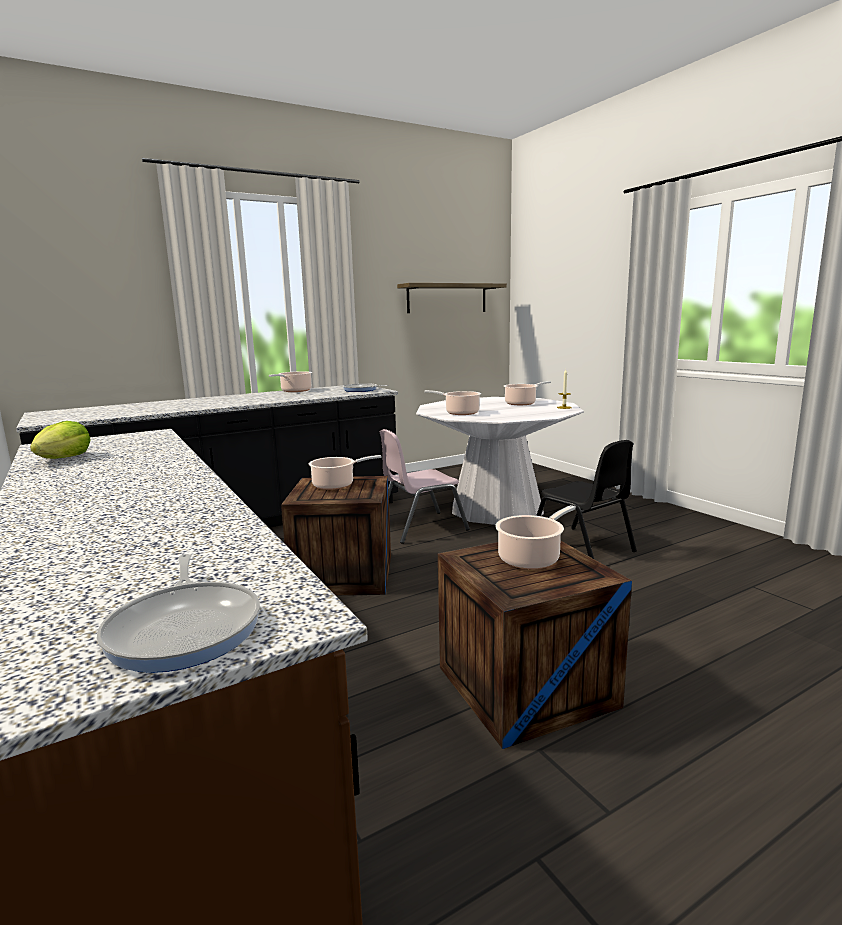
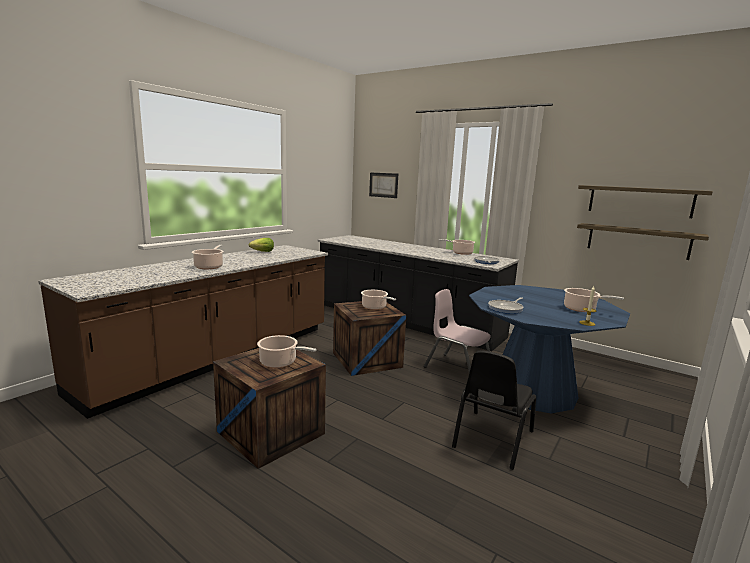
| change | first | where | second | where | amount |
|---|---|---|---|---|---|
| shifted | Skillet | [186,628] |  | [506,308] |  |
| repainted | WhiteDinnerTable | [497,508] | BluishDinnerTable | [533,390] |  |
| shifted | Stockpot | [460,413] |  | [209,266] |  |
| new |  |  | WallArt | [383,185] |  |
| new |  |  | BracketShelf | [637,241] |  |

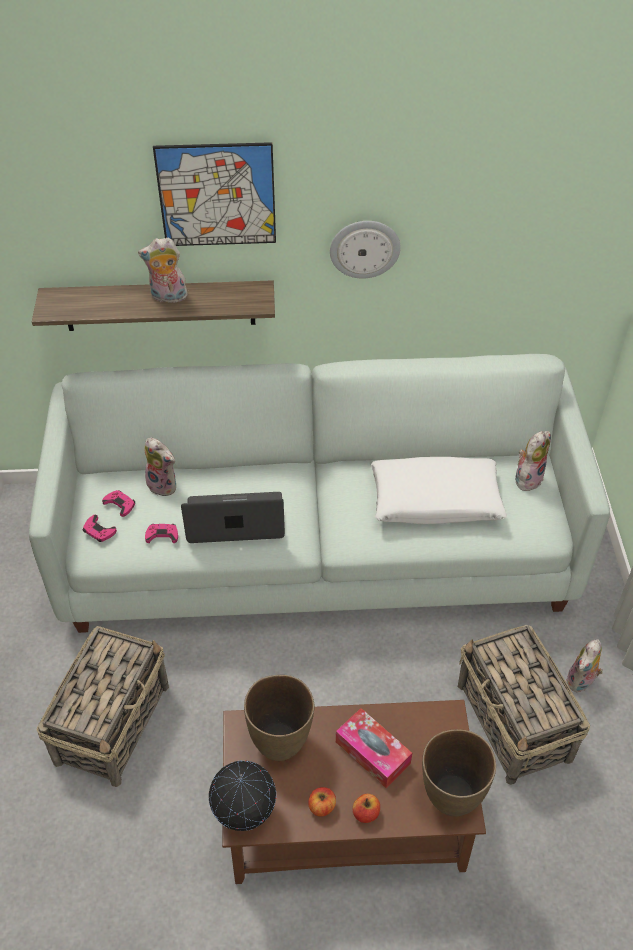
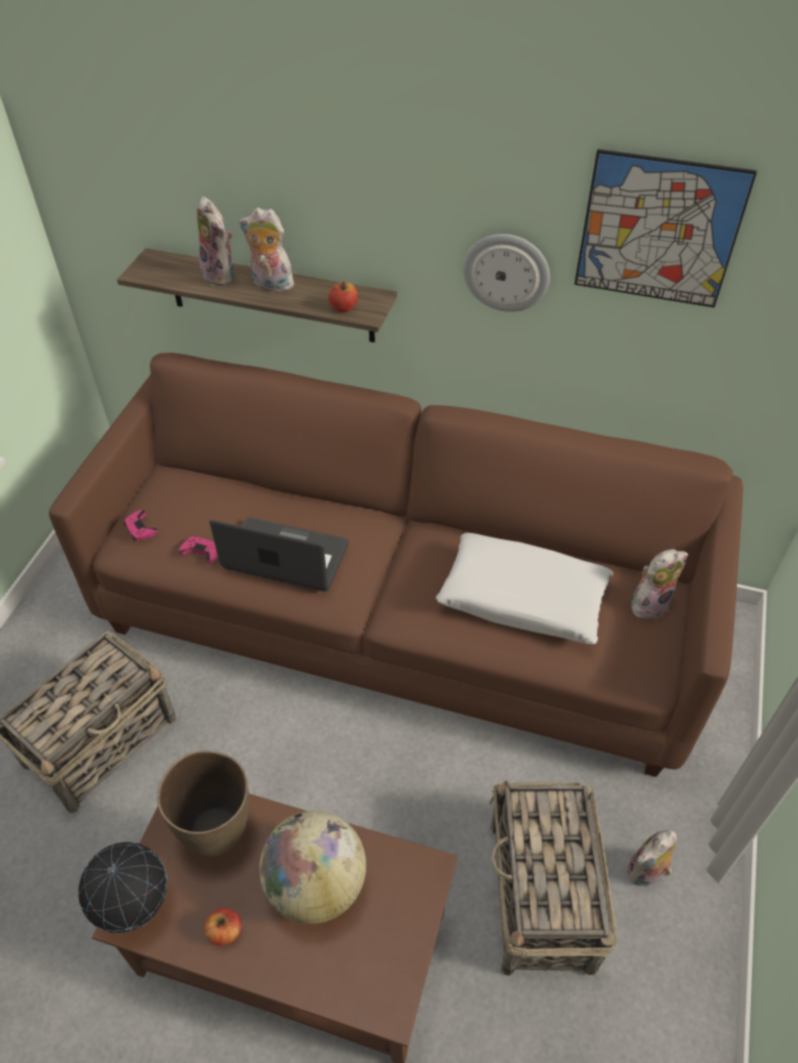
| change | first | where | second | where | amount |
|---|---|---|---|---|---|
| repainted | WhiteCouch | [317,548] | BrownishCouch | [400,616] |  |
| gone | PinkishGameController | [120,504] |  |  |  |
| shifted | SoftToy | [164,485] |  | [222,275] |  |
| shifted | WallArt | [217,195] |  | [658,230] |  |
| swapped | BoxOfTissues | [372,752] | Globe | [316,884] |  |
| shifted | AppleFruit | [366,813] |  | [343,307] |  |
| gone | BrownishFlowerVase | [451,798] |  |  |  |

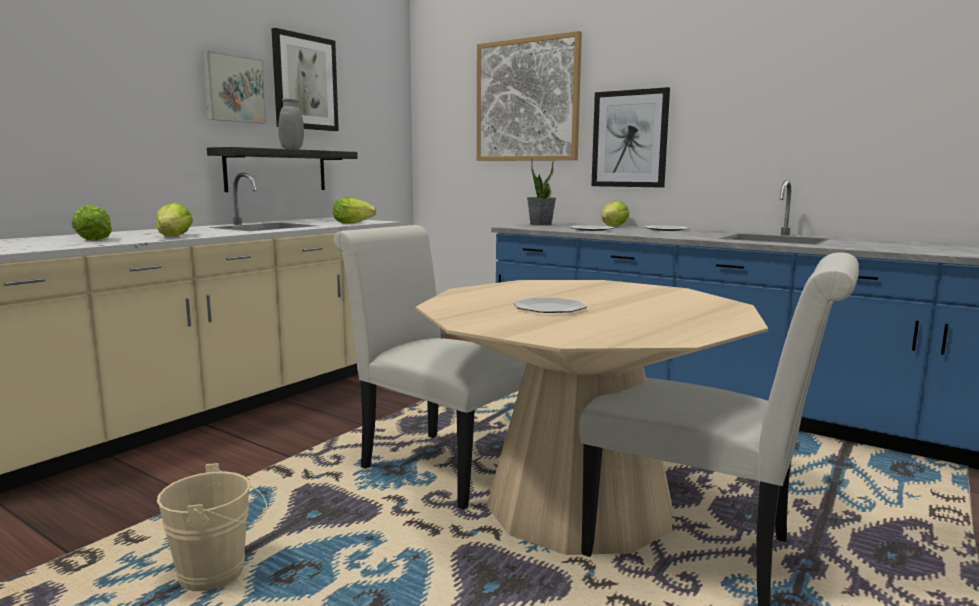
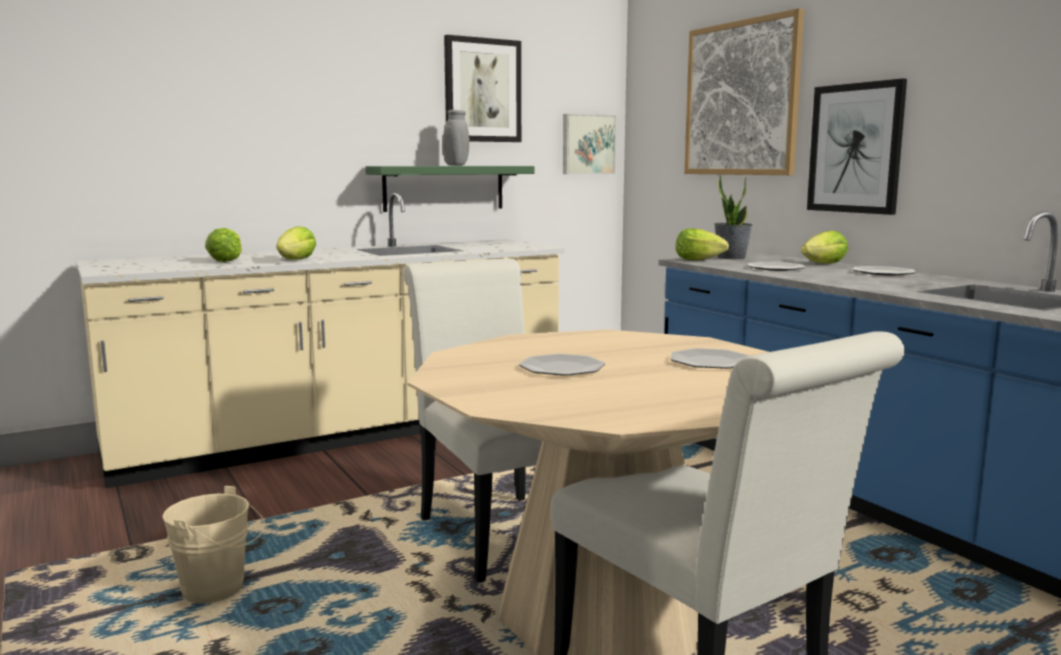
| change | first | where | second | where | amount |
|---|---|---|---|---|---|
| shifted | WallArt | [233,89] |  | [587,144] |  |
| repainted | BlackColouredBracketShelf | [276,170] | GreenishBracketShelf | [444,188] |  |
| shifted | HeadOfLettuce | [352,223] |  | [698,260] |  |
| new |  |  | Plate | [710,361] |  |

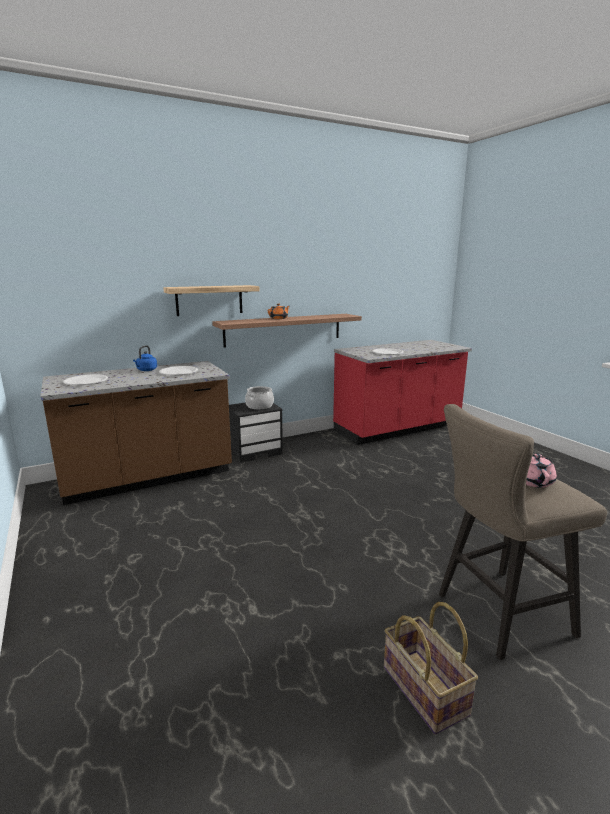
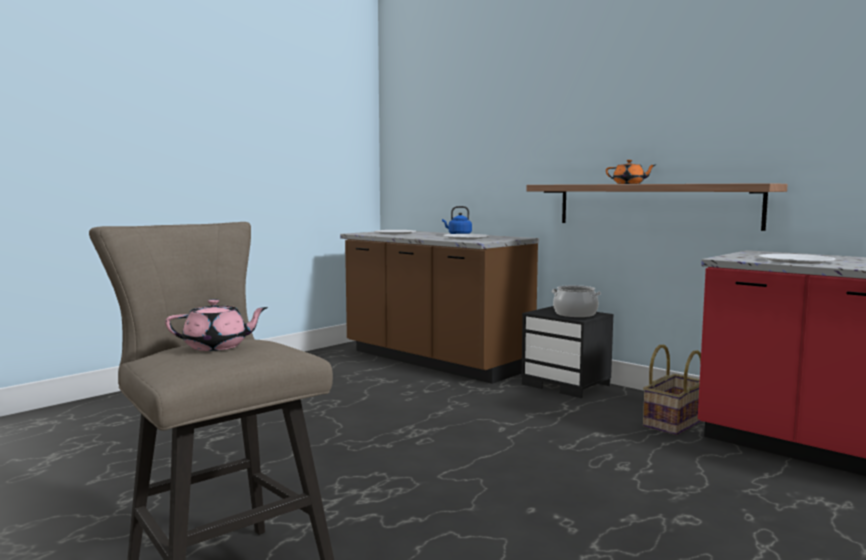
| change | first | where | second | where | amount |
|---|---|---|---|---|---|
| gone | BracketShelf | [209,300] |  |  |  |
| shifted | StorageBasket | [423,690] |  | [673,422] |  |

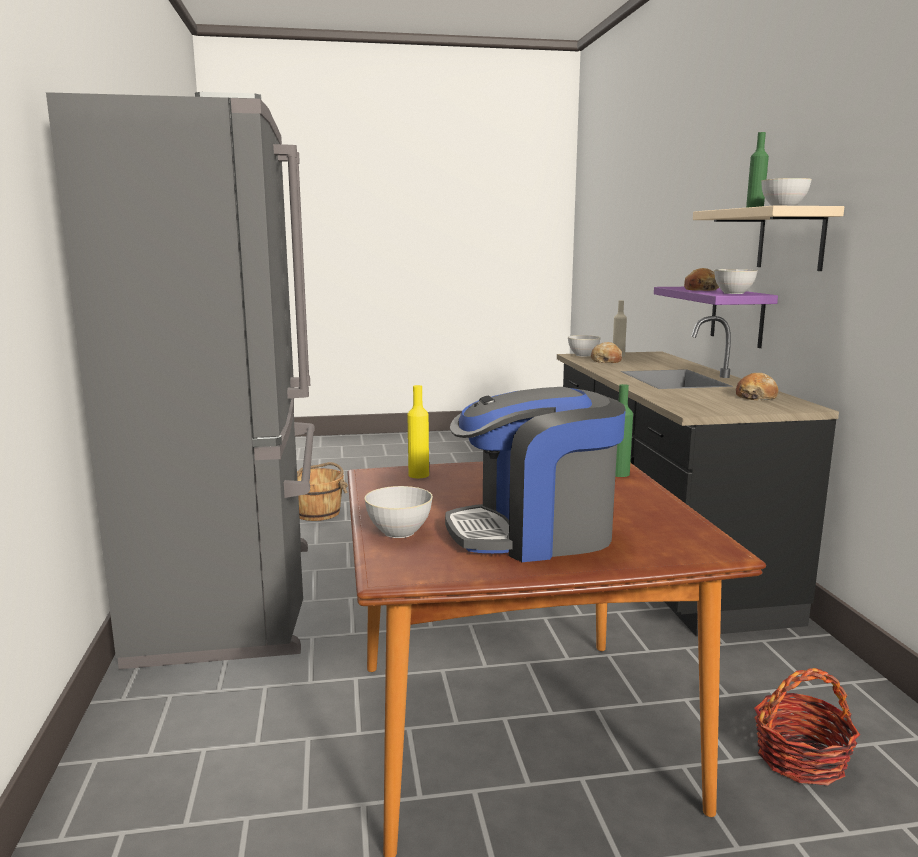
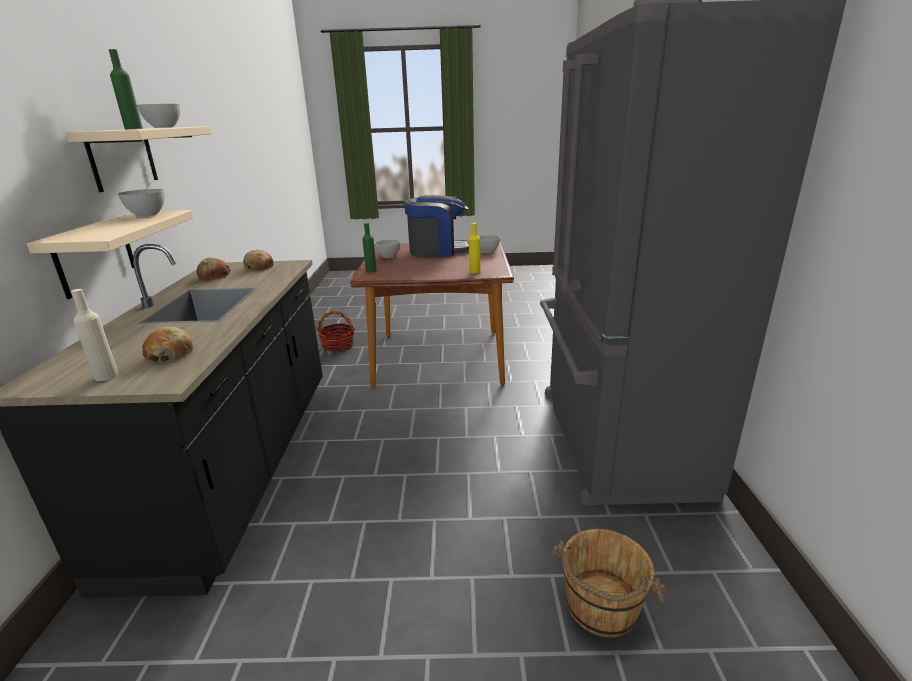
| change | first | where | second | where | amount |
|---|---|---|---|---|---|
| shifted | GrayBowl | [583,355] |  | [388,256] |  |
| repainted | PurpleBracketShelf | [737,316] | BeigeColouredBracketShelf | [95,254] |  |
| shifted | BakedBread | [701,289] |  | [259,267] |  |

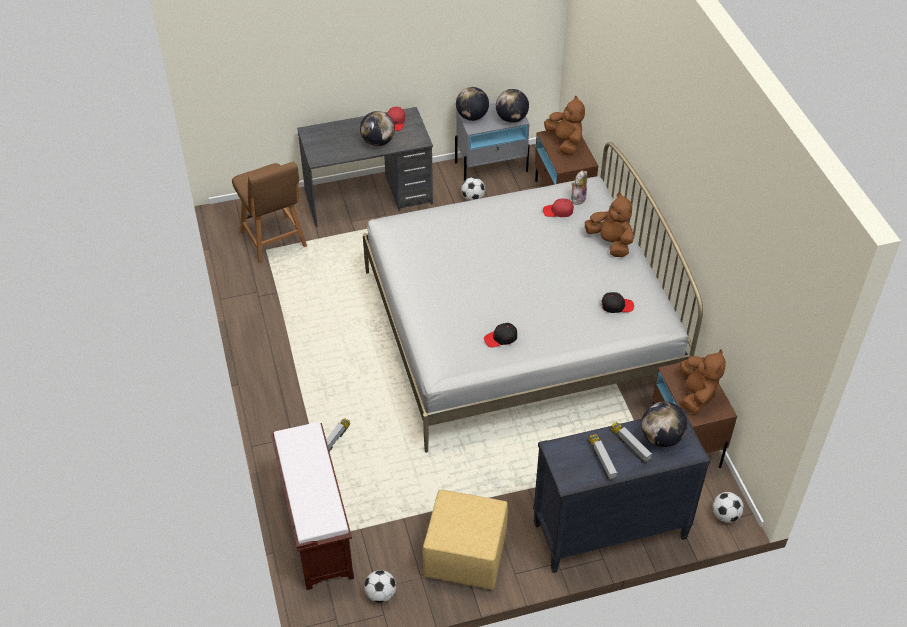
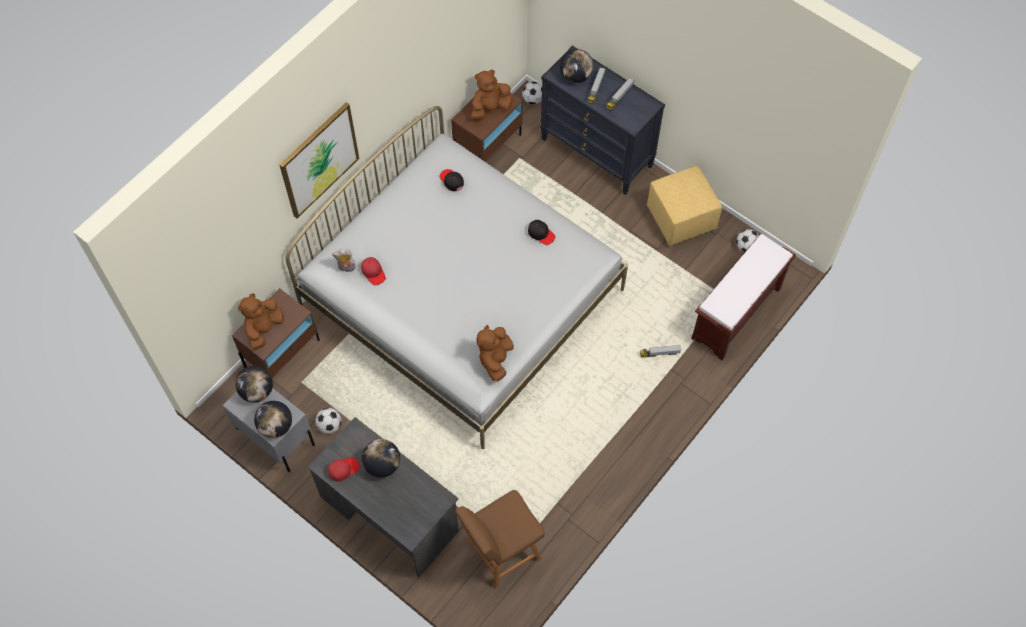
| change | first | where | second | where | amount |
|---|---|---|---|---|---|
| rotated | BrownishChair | [274,241] |  | [501,552] | 150 degrees counterclockwise |
| shifted | BrownishSoftToy | [610,243] |  | [495,359] |  |
| new |  |  | WallArt | [319,160] |  |

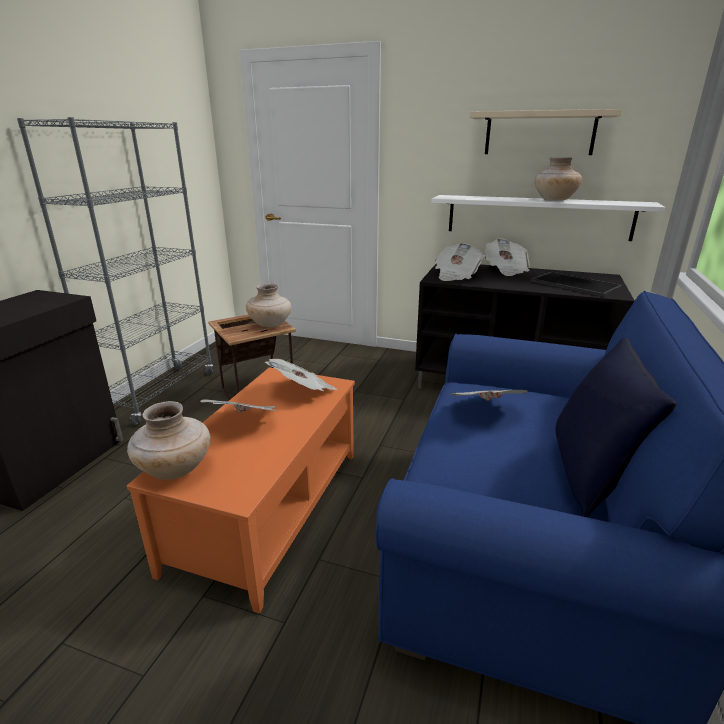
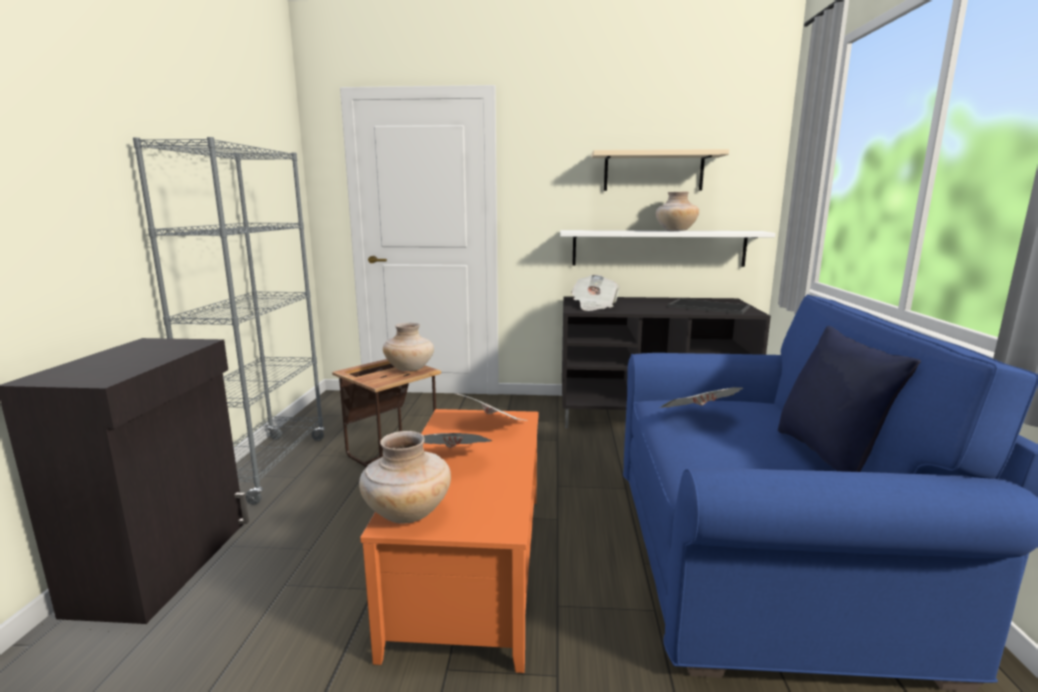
| change | first | where | second | where | amount |
|---|---|---|---|---|---|
| gone | DailyPaper | [505,270] |  |  |  |

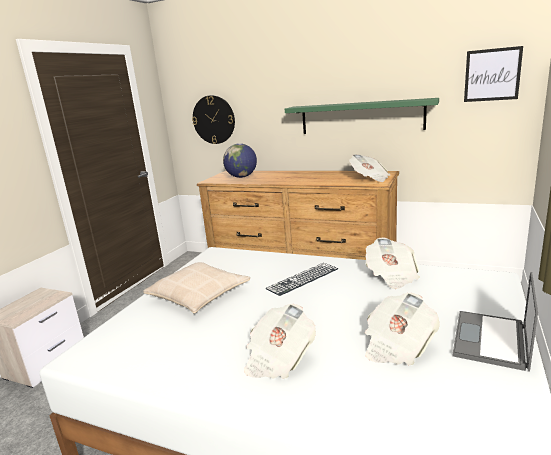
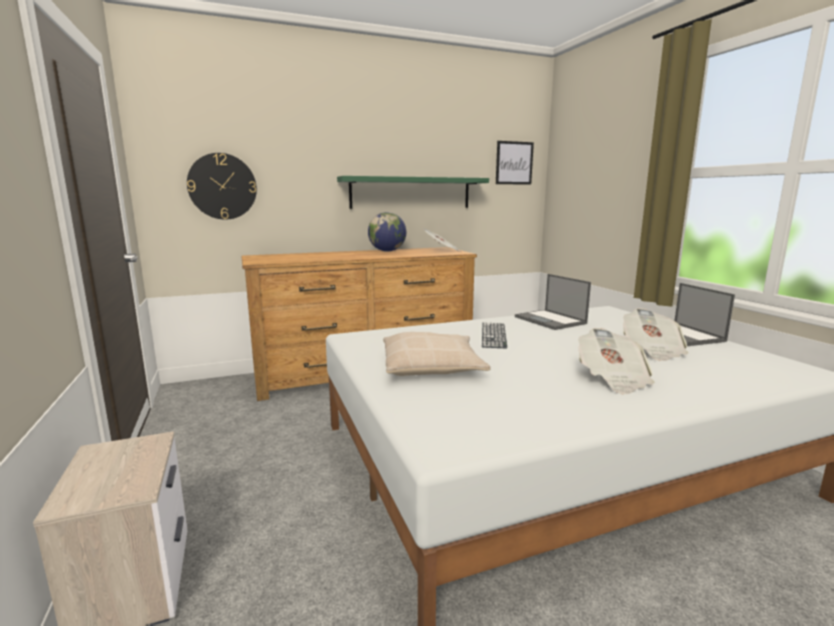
| change | first | where | second | where | amount |
|---|---|---|---|---|---|
| shifted | Globe | [241,177] |  | [387,251] |  |
| swapped | DailyPaper | [391,276] | NotebookComputer | [551,320] |  |

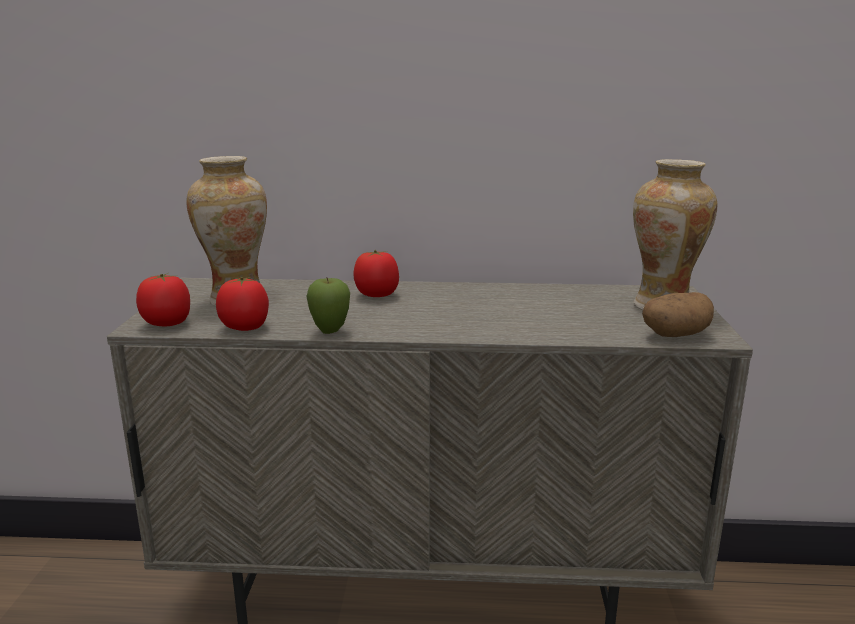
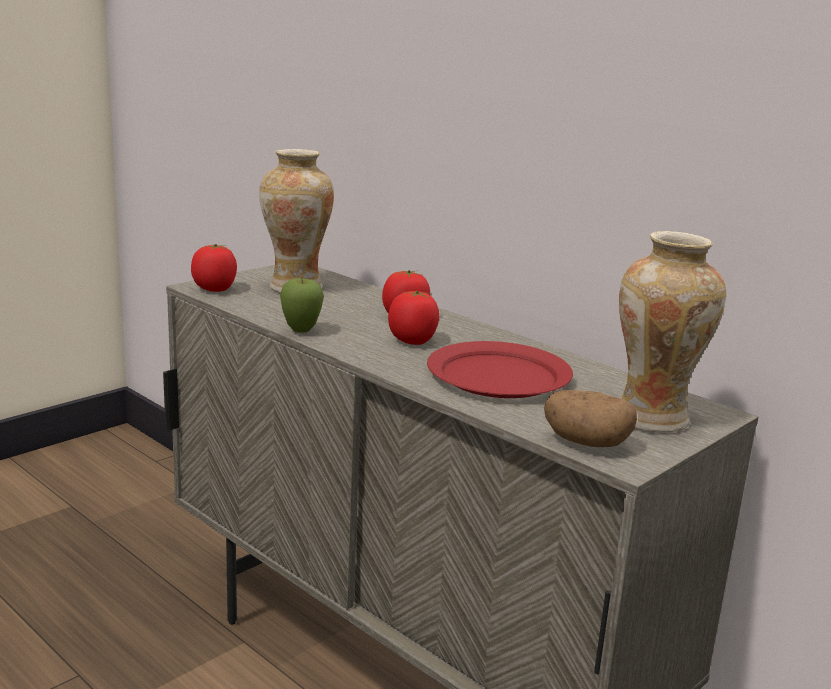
| change | first | where | second | where | amount |
|---|---|---|---|---|---|
| shifted | WholeTomato | [245,327] |  | [413,341] |  |
| new |  |  | ReddishPlate | [498,376] |  |

